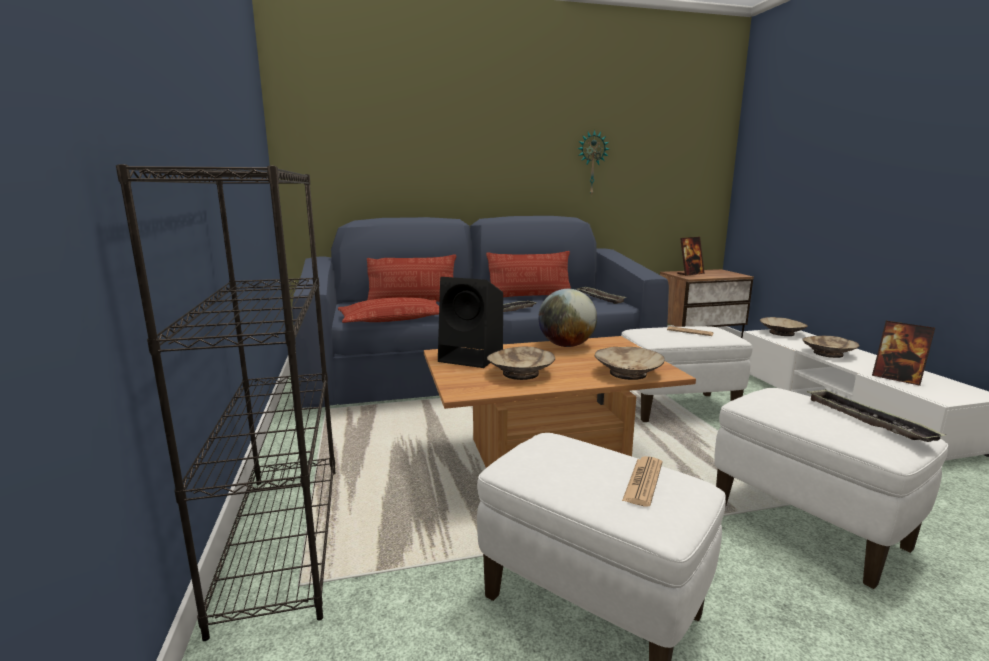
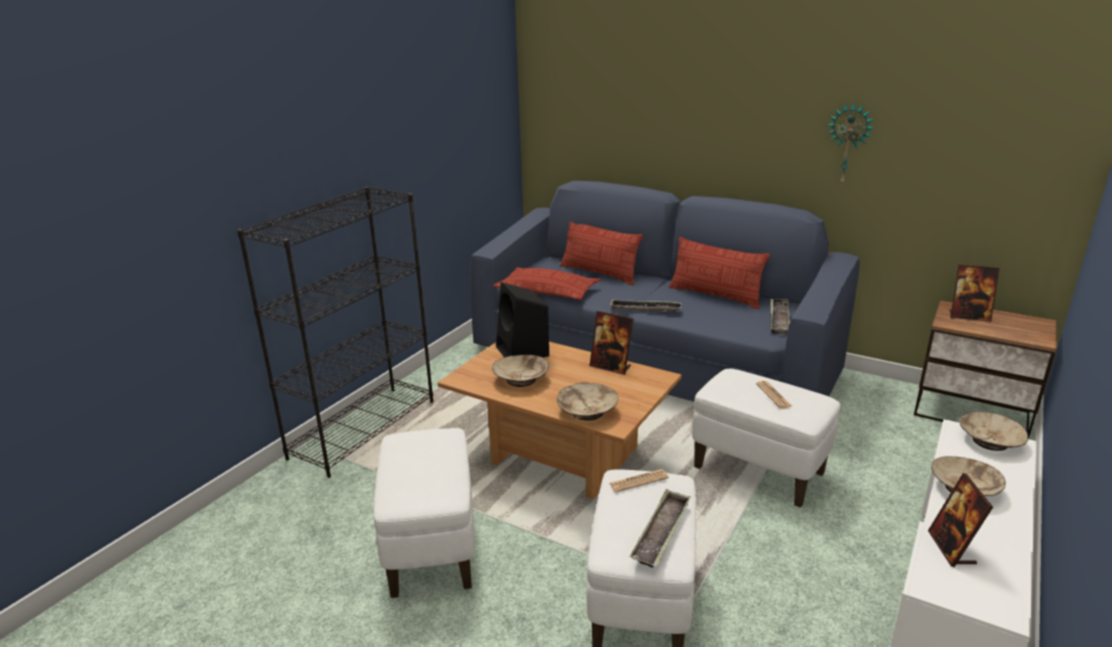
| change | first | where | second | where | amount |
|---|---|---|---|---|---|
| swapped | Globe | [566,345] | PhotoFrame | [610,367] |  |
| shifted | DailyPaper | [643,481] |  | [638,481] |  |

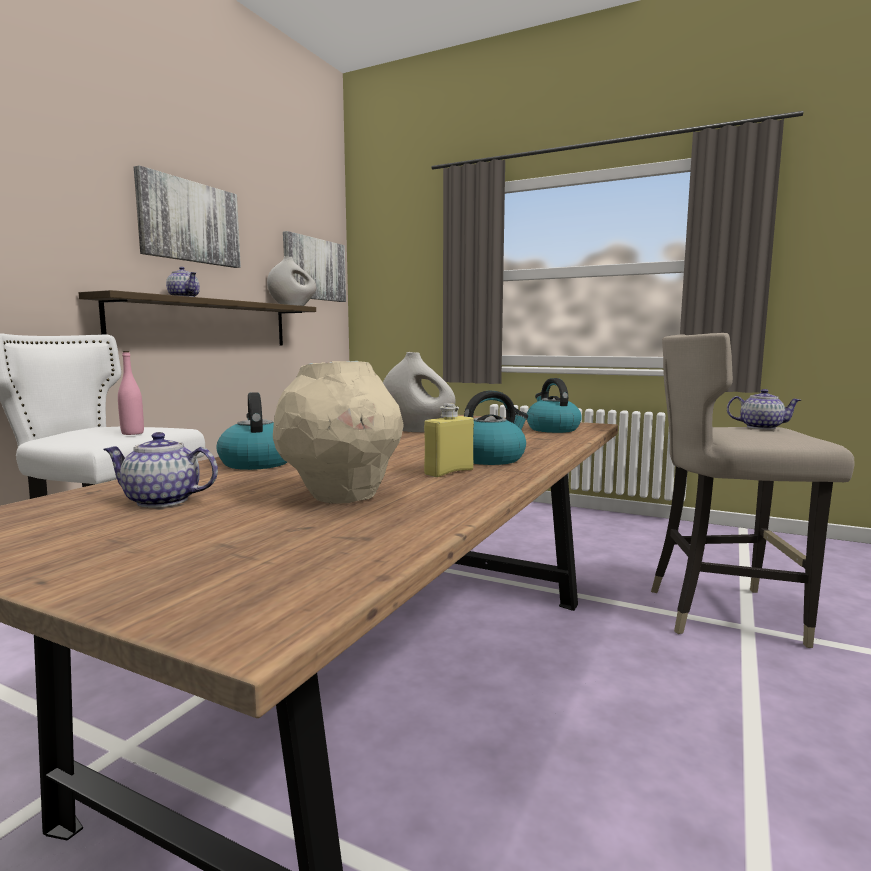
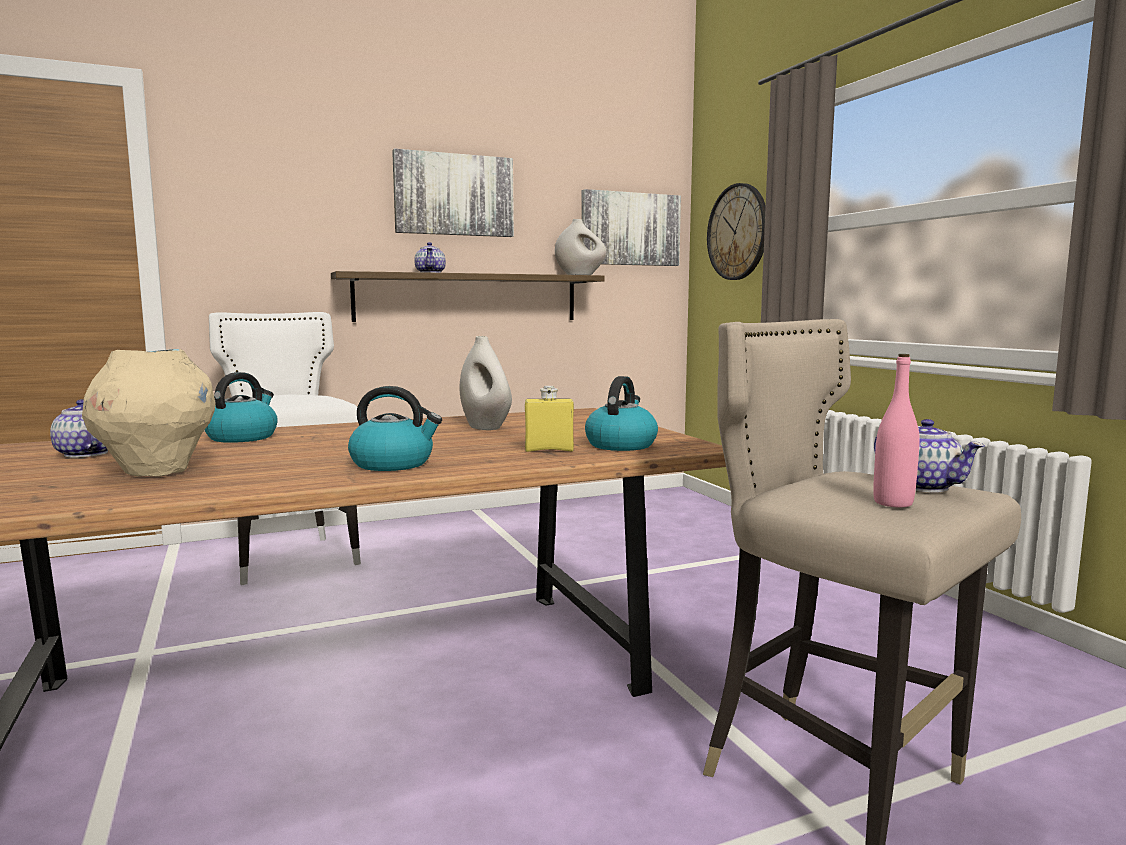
| change | first | where | second | where | amount |
|---|---|---|---|---|---|
| shifted | PinkishBeverageBottle | [132,433] |  | [893,503] |  |
| shifted | YellowishBeverageBottle | [449,472] |  | [549,450] |  |
| new |  |  | WallClock | [738,232] |  |

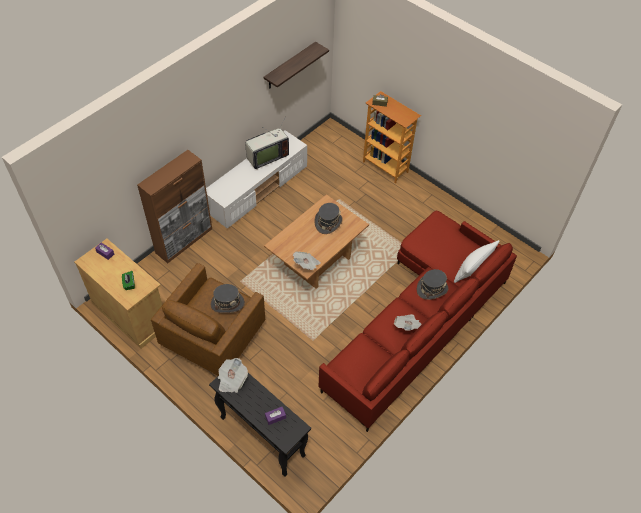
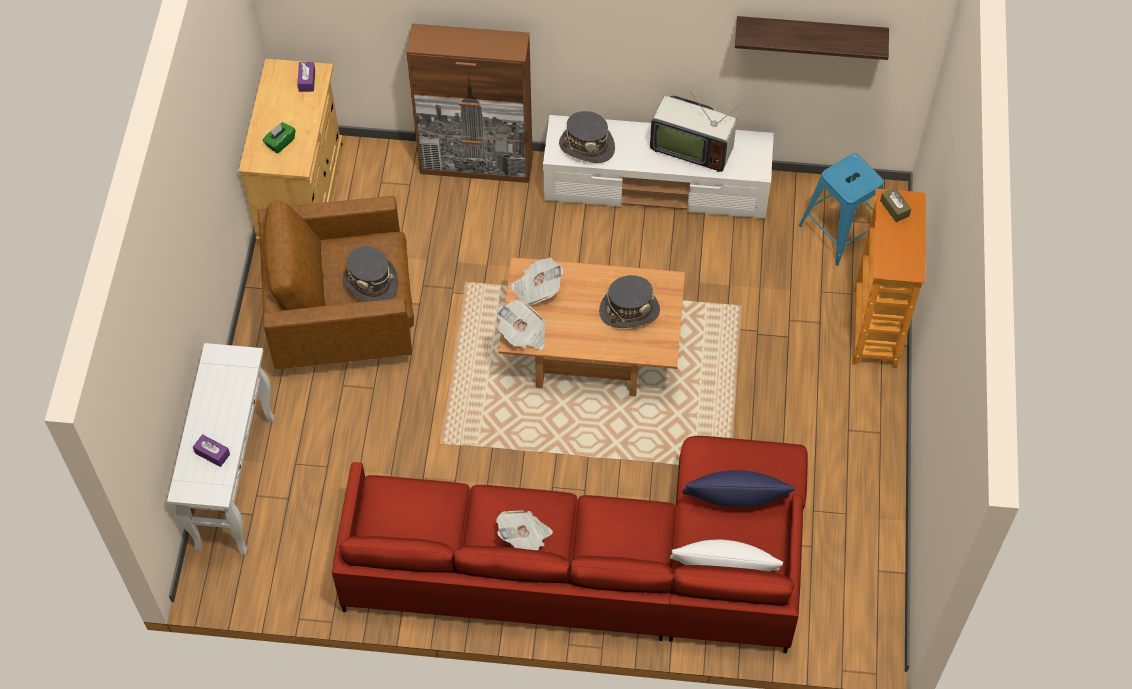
| change | first | where | second | where | amount |
|---|---|---|---|---|---|
| repainted | BlackColouredNarrowTable | [261,436] | WhiteNarrowTable | [235,481] |  |
| shifted | DailyPaper | [232,380] |  | [537,289] |  |
| shifted | GrayClothingHat | [432,289] |  | [587,146] |  |
| new |  |  | BluishCushion | [735,500] |  |
| new |  |  | BluishStoolSeat | [840,231] |  |

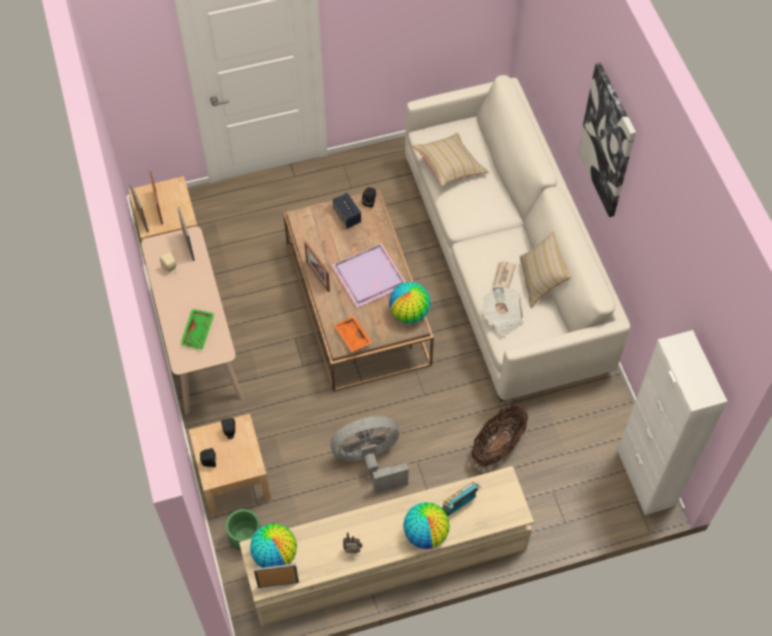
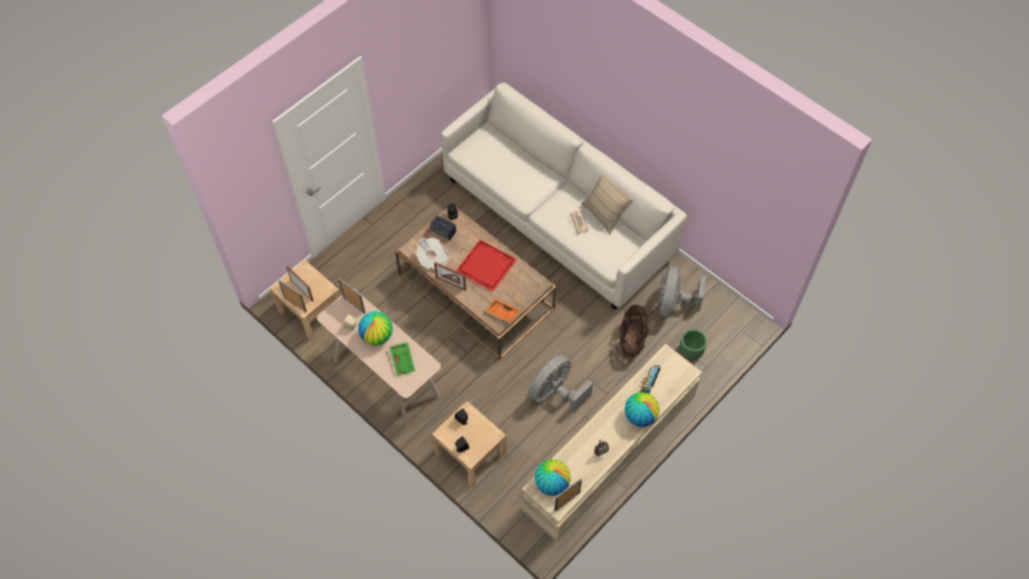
| change | first | where | second | where | amount |
|---|---|---|---|---|---|
| shifted | GreenishFlowerPot | [245,538] |  | [690,352] |  |
| repainted | PurpleCarryingTray | [370,276] | ReddishCarryingTray | [487,266] |  |
| shifted | Globe | [409,313] |  | [377,336] |  |
| gone | BeigeColouredCushion | [449,166] |  |  |  |
| shifted | DailyPaper | [502,317] |  | [433,260] |  |
| gone | WallArt | [608,141] |  |  |  |
| gone | WhiteStorageCabinet | [645,478] |  |  |  |
| new |  |  | GrayCoolingFan | [673,304] |  |

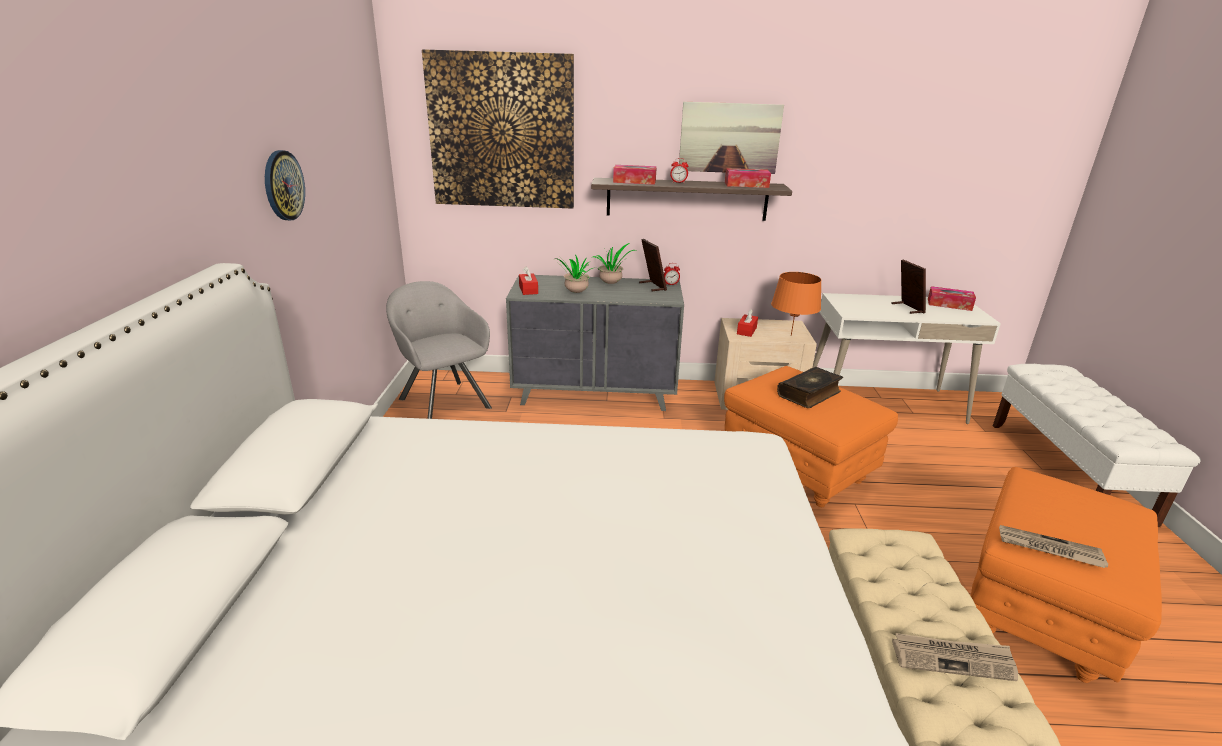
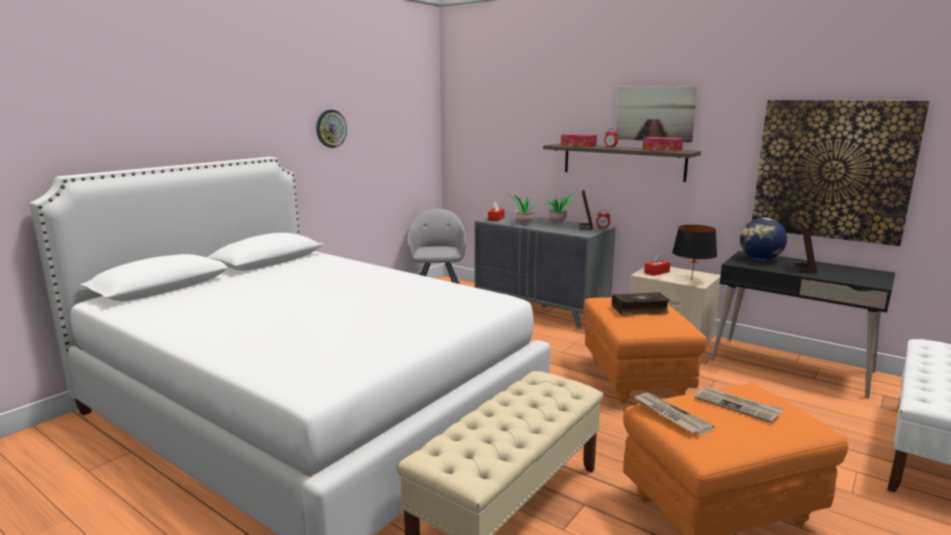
| change | first | where | second | where | amount |
|---|---|---|---|---|---|
| shifted | WallArt | [502,132] |  | [832,170] |  |
| repainted | OrangeTableLamp | [791,335] | BlackColouredTableLamp | [691,280] |  |
| repainted | WhiteDeskUnit | [883,403] | BlackColouredDeskUnit | [791,366] |  |
| shifted | DailyPaper | [953,659] |  | [737,406] |  |
| gone | BoxOfTissues | [949,304] |  |  |  |
| new |  |  | Globe | [760,259] |  |

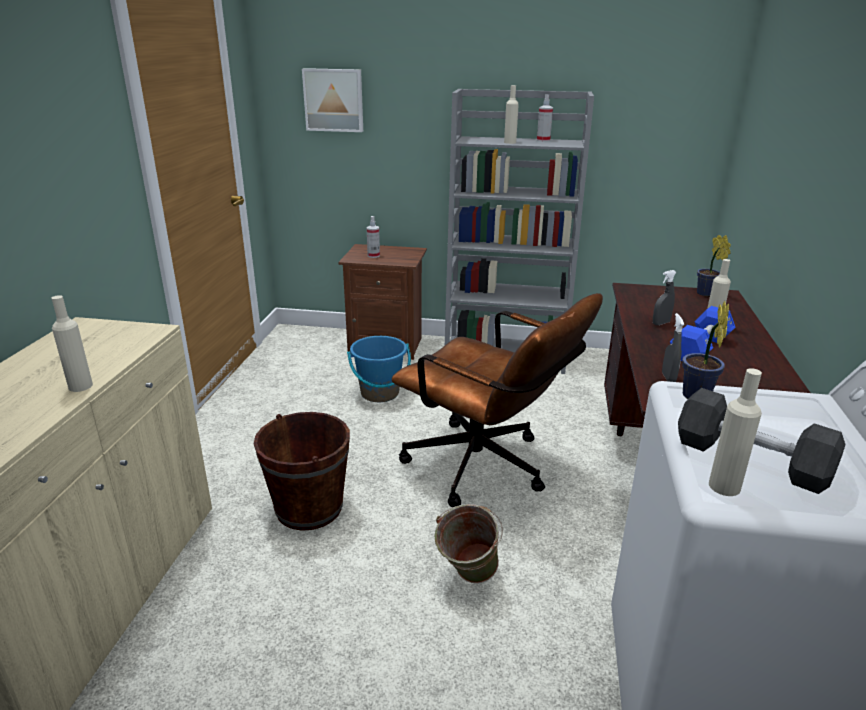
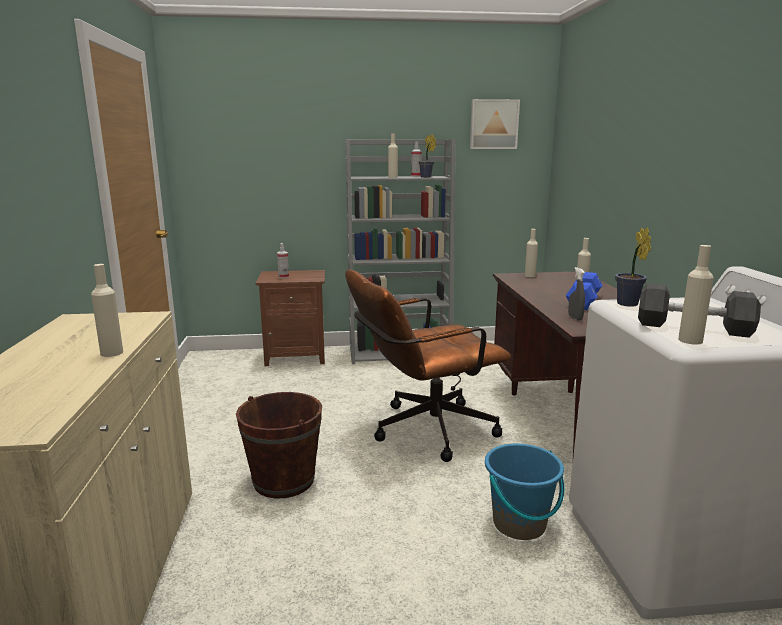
| change | first | where | second | where | amount |
|---|---|---|---|---|---|
| shifted | WallArt | [334,100] |  | [493,124] |  |
| shifted | BluishBucket | [380,393] |  | [519,524] |  |
| rotated | BrownishOfficeChair | [487,469] |  | [423,431] | 135 degrees clockwise |
| gone | GreenishBucket | [467,579] |  |  |  |
| gone | GraySprayer | [661,323] |  |  |  |
| shifted | Houseplant | [706,294] |  | [427,177] |  |
| new |  |  | BeigeColouredBeverageBottle | [530,276] |  |

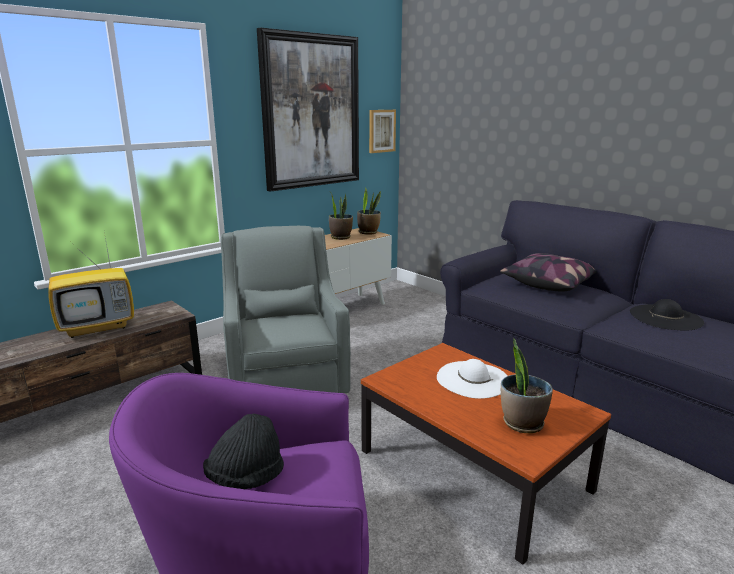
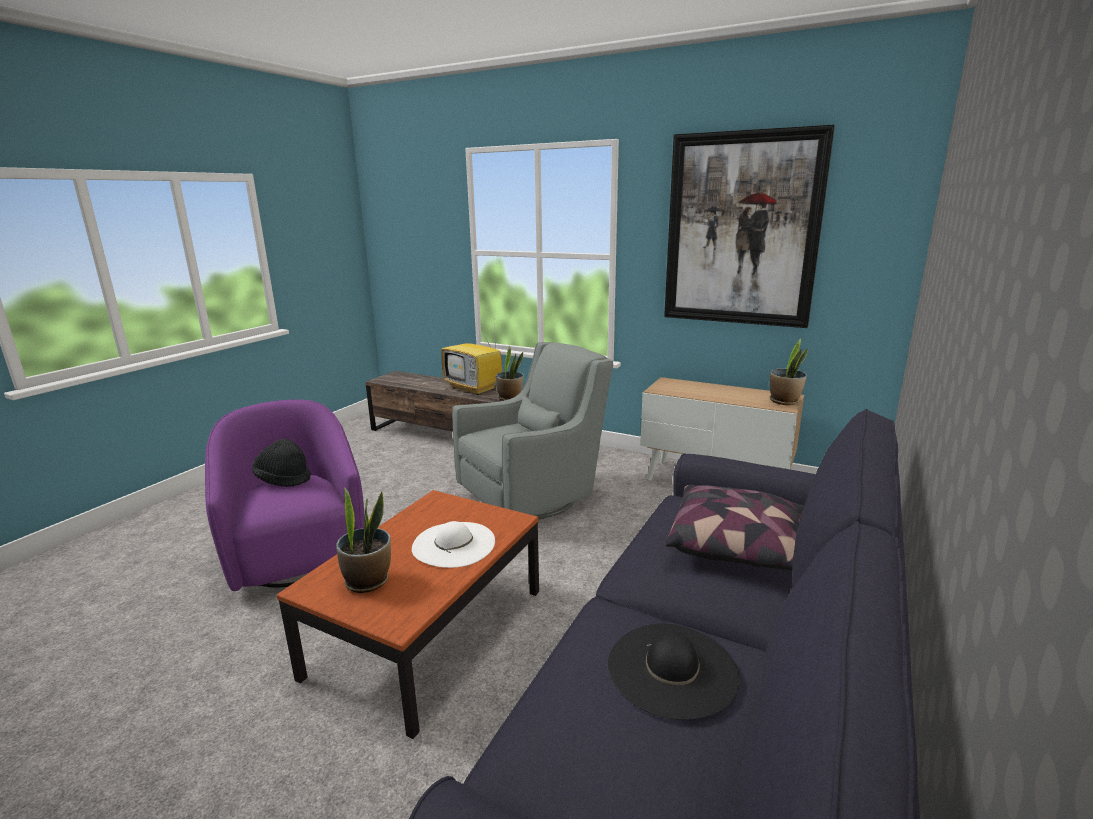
| change | first | where | second | where | amount |
|---|---|---|---|---|---|
| shifted | Houseplant | [340,237] |  | [510,398] |  |
| gone | WallArt | [381,131] |  |  |  |

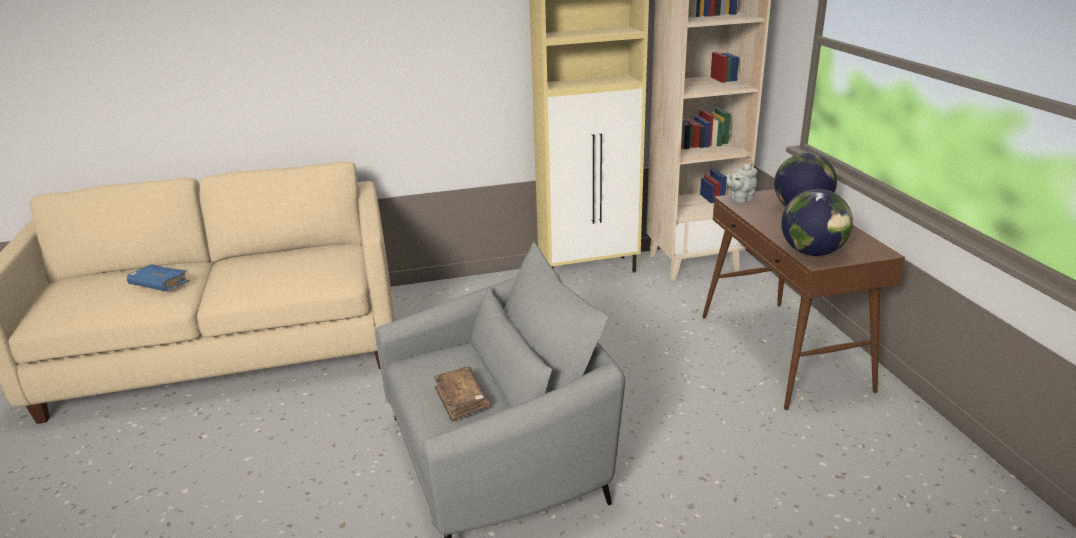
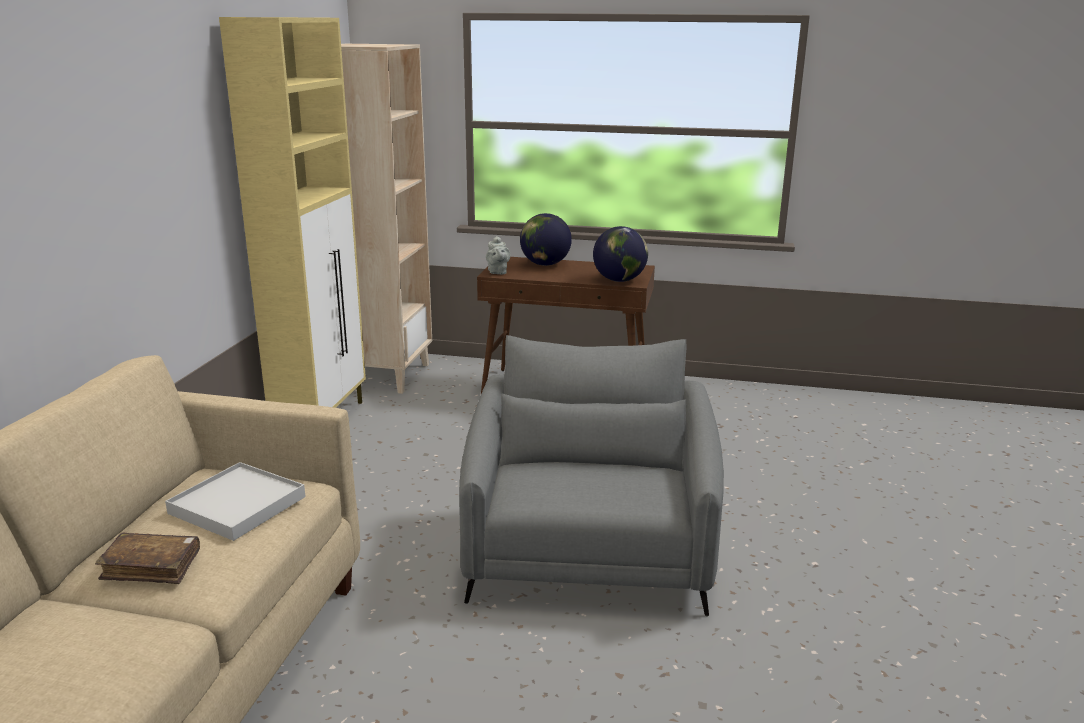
| change | first | where | second | where | amount |
|---|---|---|---|---|---|
| gone | BluishBoundBook | [159,285] |  |  |  |
| shifted | BrownishBoundBook | [461,400] |  | [152,566] |  |
| new |  |  | WhiteCarryingTray | [238,505] |  |

